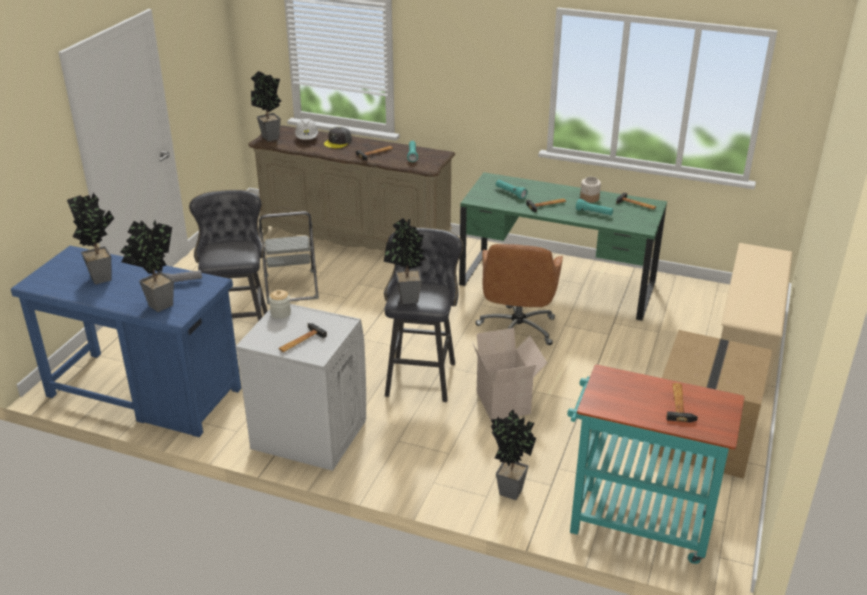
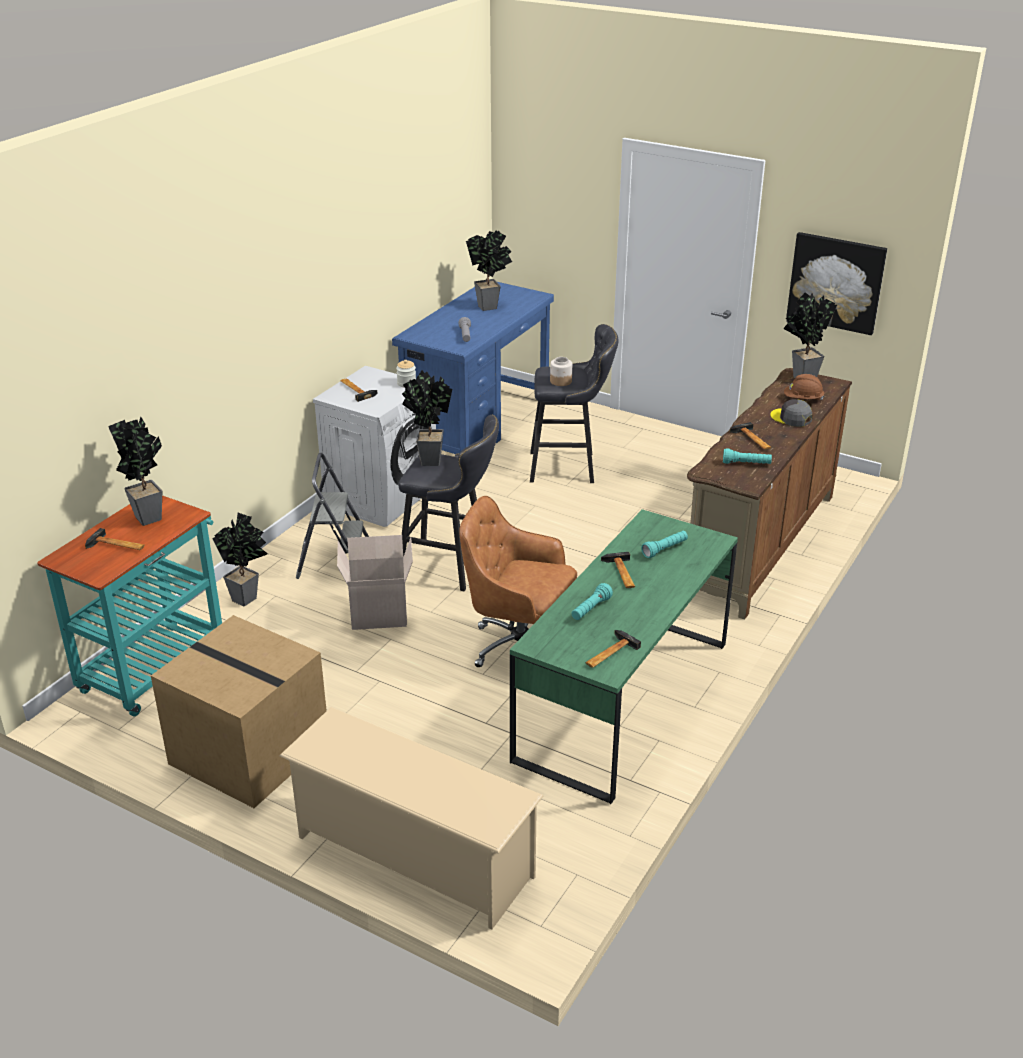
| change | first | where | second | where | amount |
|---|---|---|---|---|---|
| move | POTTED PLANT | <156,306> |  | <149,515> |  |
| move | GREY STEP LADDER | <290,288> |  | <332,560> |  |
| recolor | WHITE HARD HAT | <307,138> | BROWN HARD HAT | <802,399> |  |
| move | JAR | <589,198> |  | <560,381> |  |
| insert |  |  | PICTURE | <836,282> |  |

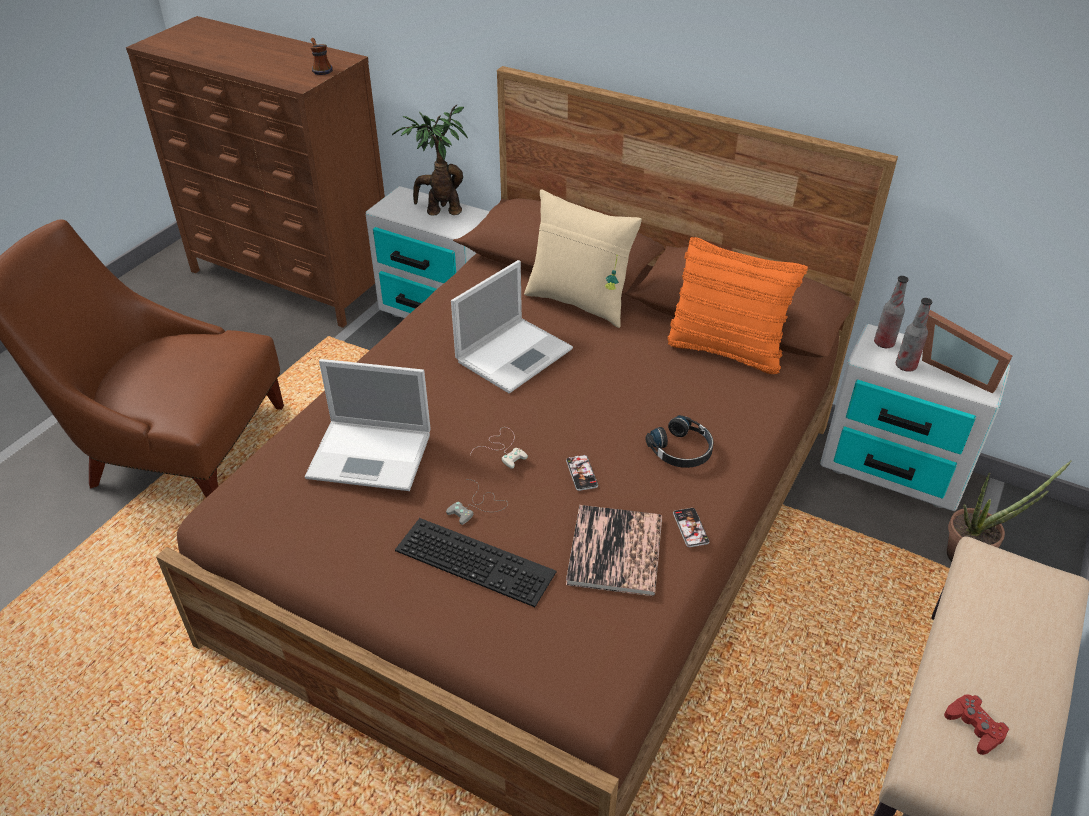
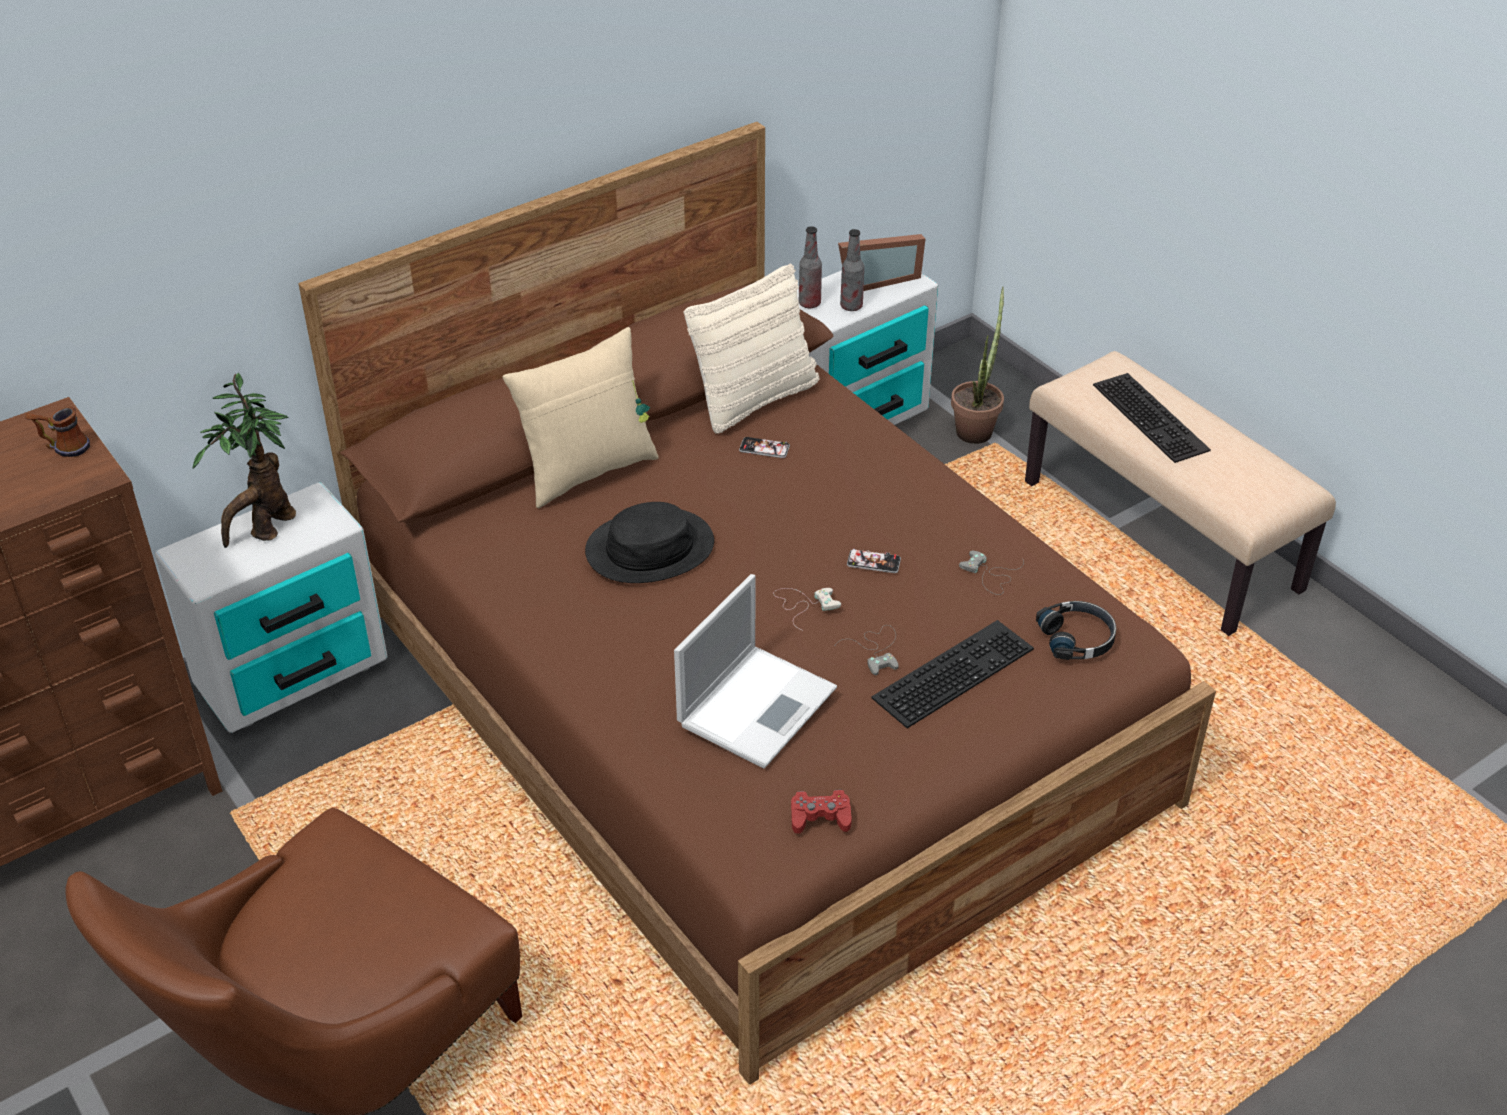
| change | first | where | second | where | amount |
|---|---|---|---|---|---|
| replace | LAPTOP | <515,354> | BLACK HAT | <649,548> |  |
| replace | BOOK | <615,551> | GREY GAME CONTROLLER | <990,575> |  |
| move | BLACK HEADPHONES | <681,450> |  | <1077,638> |  |
| recolor | ORANGE PILLOW | <727,351> | BEIGE PILLOW | <753,400> |  |
| move | PHONE | <690,528> |  | <764,448> |  |
| move | RED GAME CONTROLLER | <974,727> |  | <820,817> |  |
| insert |  |  | KEYBOARD | <1153,417> |  |

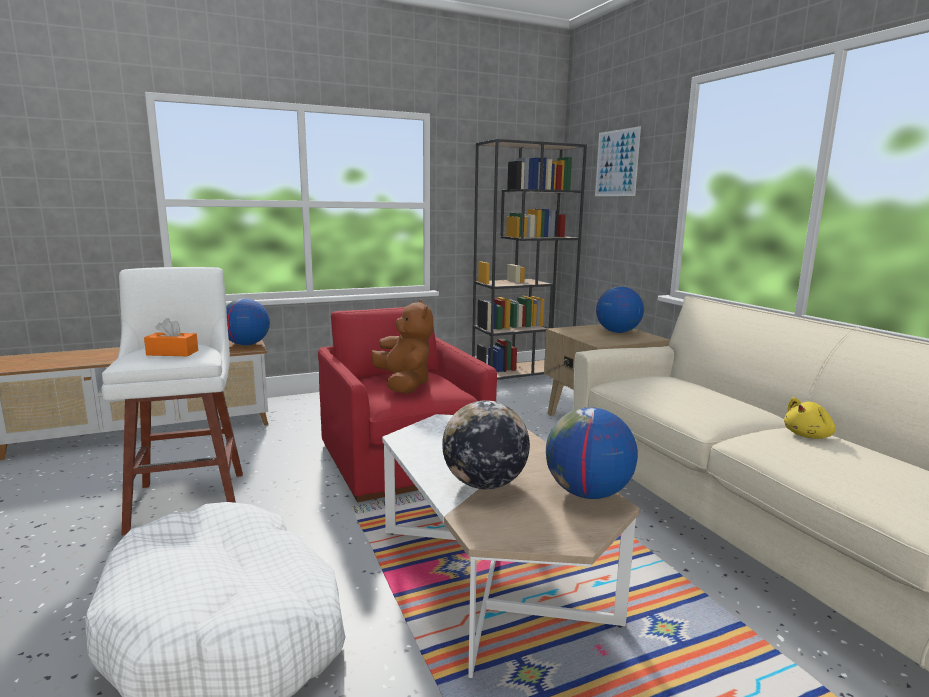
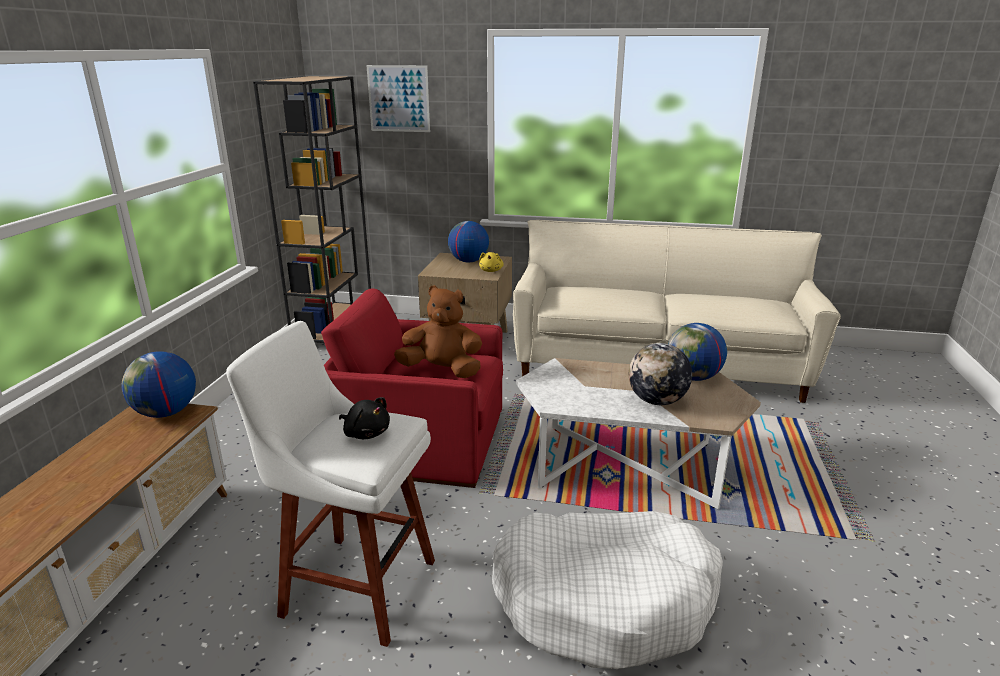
| change | first | where | second | where | amount |
|---|---|---|---|---|---|
| replace | ORANGE TISSUE BOX | <172,353> | BLACK PLUSH TOY | <366,433> |  |
| move | YELLOW PLUSH TOY | <809,436> |  | <491,270> |  |

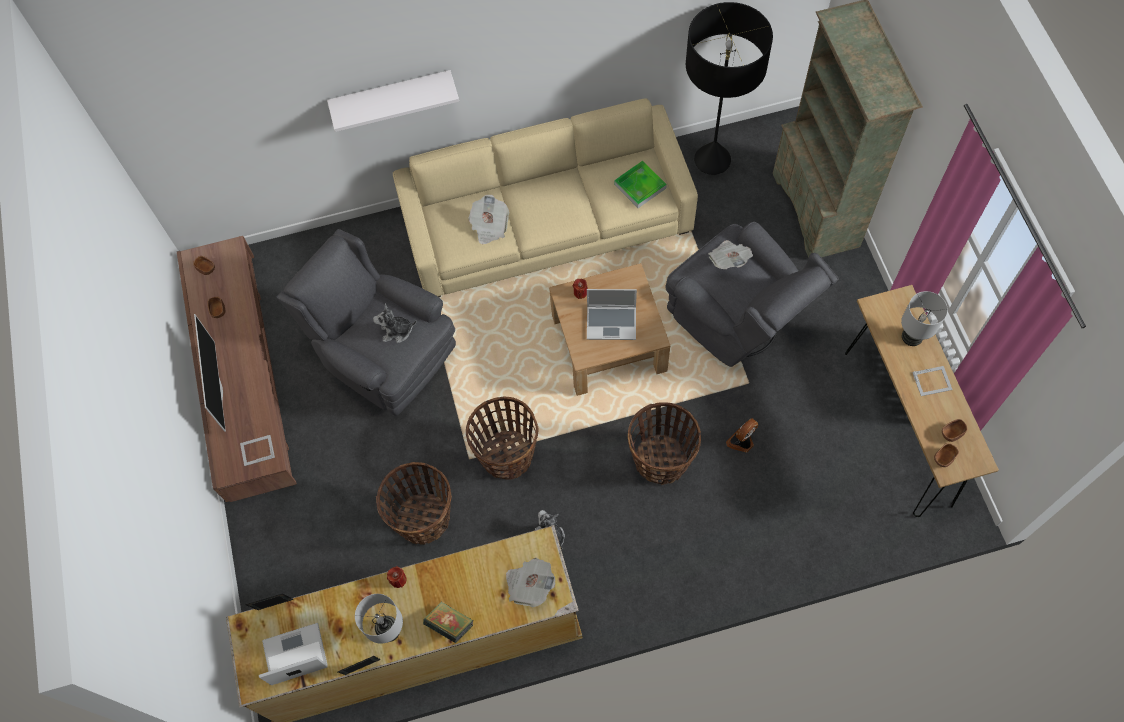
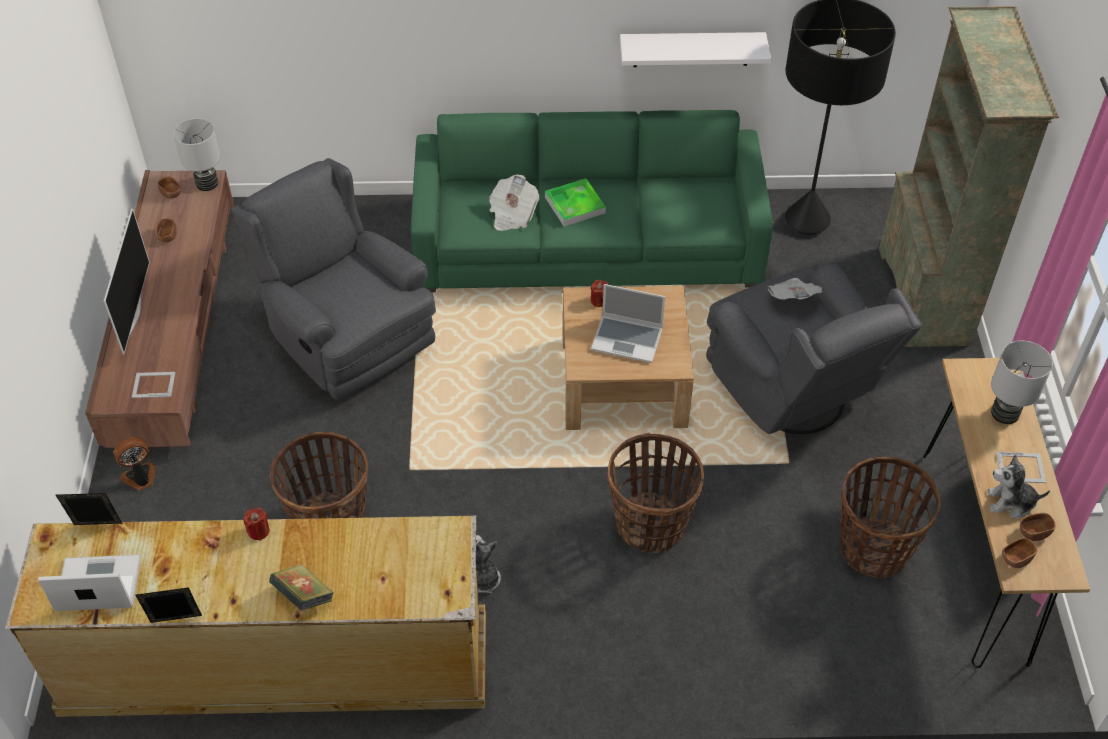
| change | first | where | second | where | amount |
|---|---|---|---|---|---|
| move | WHITE SHELF | <391,95> |  | <691,49> |  |
| move | GREY TABLE LAMP | <388,630> |  | <207,183> |  |
| move | PLUSH TOY | <397,331> |  | <1010,503> |  |
| recolor | BEIGE SOFA | <547,222> | GREEN SOFA | <588,243> |  |
| move | BASKET | <507,455> |  | <873,548> |  |
| delete | NEWSPAPER | <529,585> |  |  |  |
| move | TRAY | <640,186> |  | <575,205> |  |
| move | FAN | <741,442> |  | <140,478> |  |

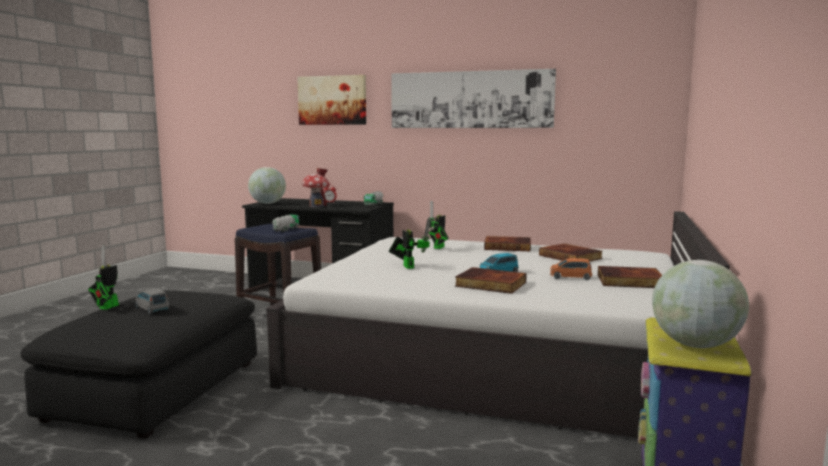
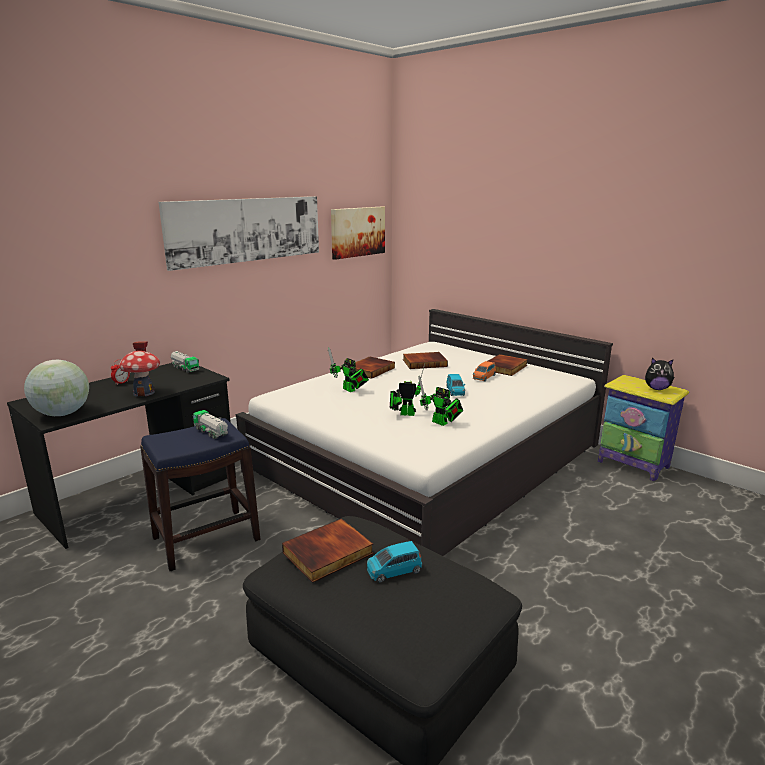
| change | first | where | second | where | amount |
|---|---|---|---|---|---|
| move | TOY ROBOT | <106,307> |  | <441,423> |  |
| recolor | GREY TOY CAR | <151,309> | BLUE TOY CAR | <394,571> |  |
| move | PICTURE | <332,100> |  | <357,232> |  |
| move | BOOK | <490,284> |  | <328,554> |  |
| replace | GLOBE | <695,345> | PLUSH TOY | <657,389> |  |

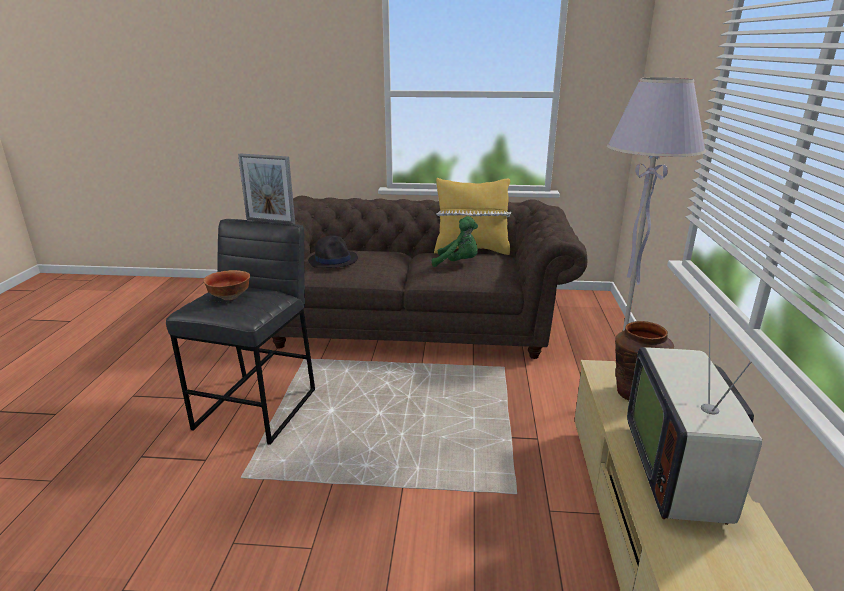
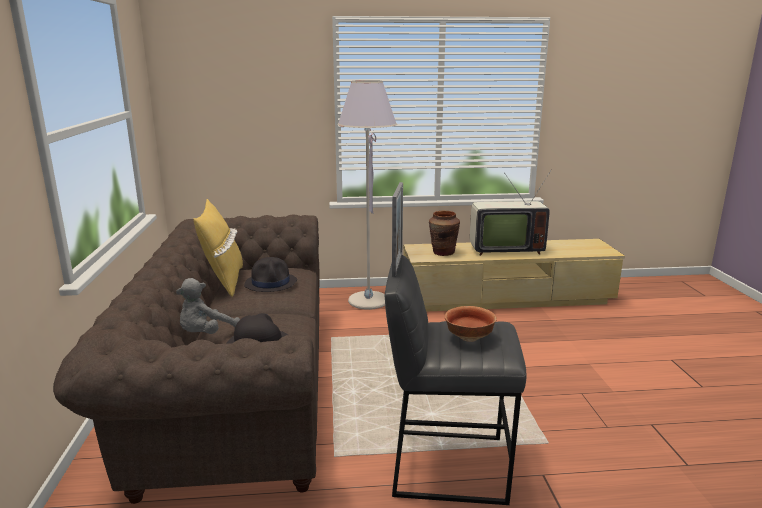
| change | first | where | second | where | amount |
|---|---|---|---|---|---|
| replace | GREEN PLUSH TOY | <458,263> | BLACK HAT | <271,283> |  |
| insert |  |  | GREY PLUSH TOY | <206,334> |  |

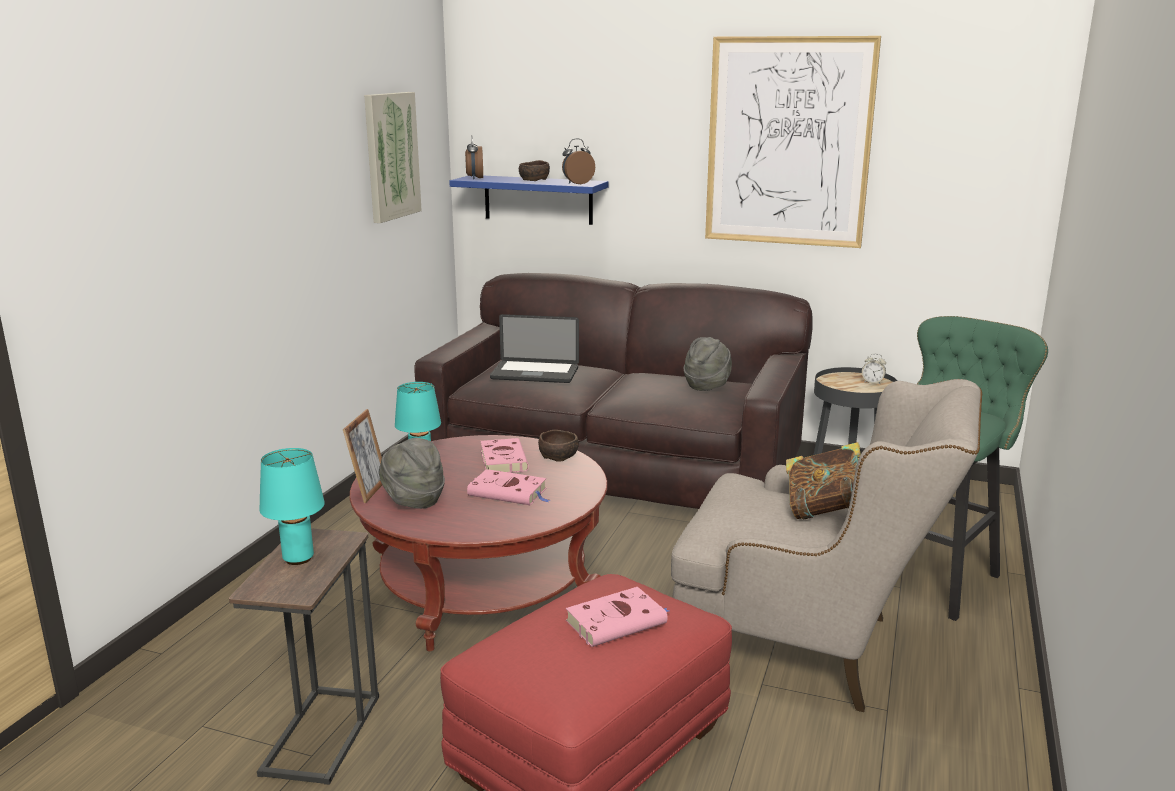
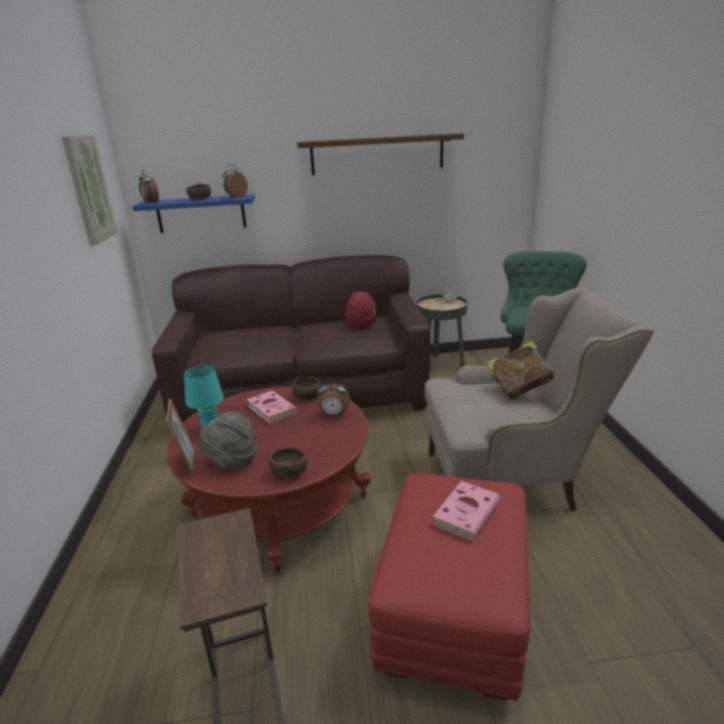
| change | first | where | second | where | amount |
|---|---|---|---|---|---|
| delete | TURQUOISE TABLE LAMP | <297,559> |  |  |  |
| delete | PINK BOOK | <509,493> |  |  |  |
| delete | LAPTOP | <535,373> |  |  |  |
| recolor | GREY HAT | <707,385> | RED HAT | <361,323> |  |
| replace | PICTURE | <788,142> | SHELF | <377,154> |  |
| insert |  |  | BROWN BOWL | <289,472> |  |
| insert |  |  | ALARM CLOCK | <334,415> |  |

